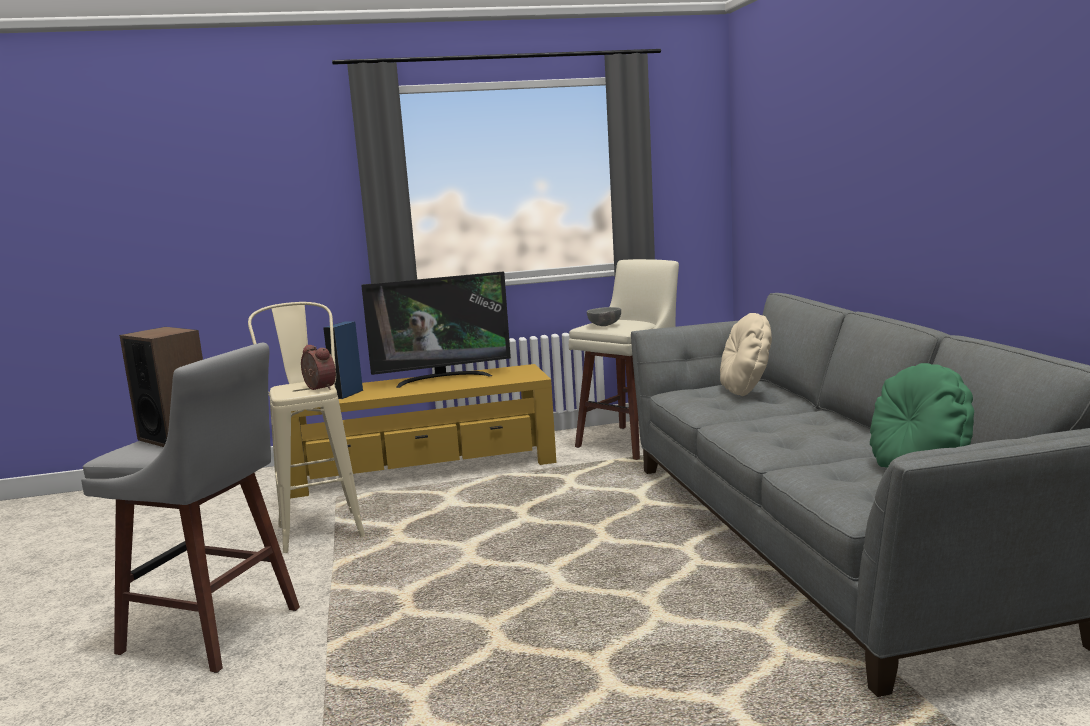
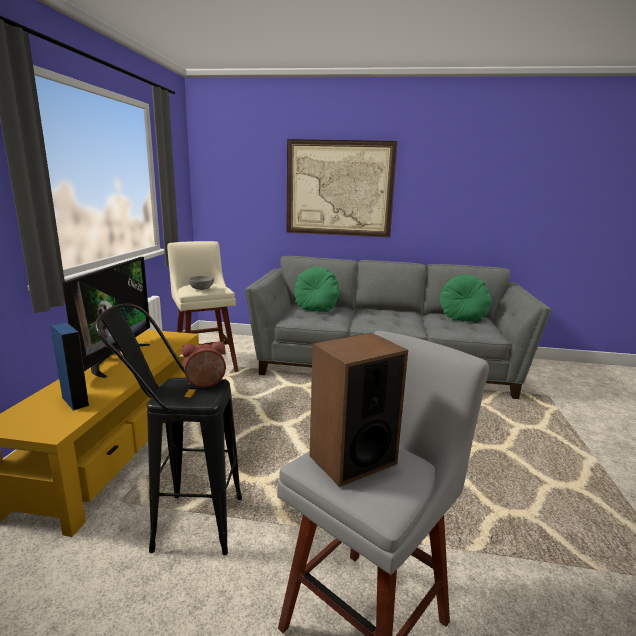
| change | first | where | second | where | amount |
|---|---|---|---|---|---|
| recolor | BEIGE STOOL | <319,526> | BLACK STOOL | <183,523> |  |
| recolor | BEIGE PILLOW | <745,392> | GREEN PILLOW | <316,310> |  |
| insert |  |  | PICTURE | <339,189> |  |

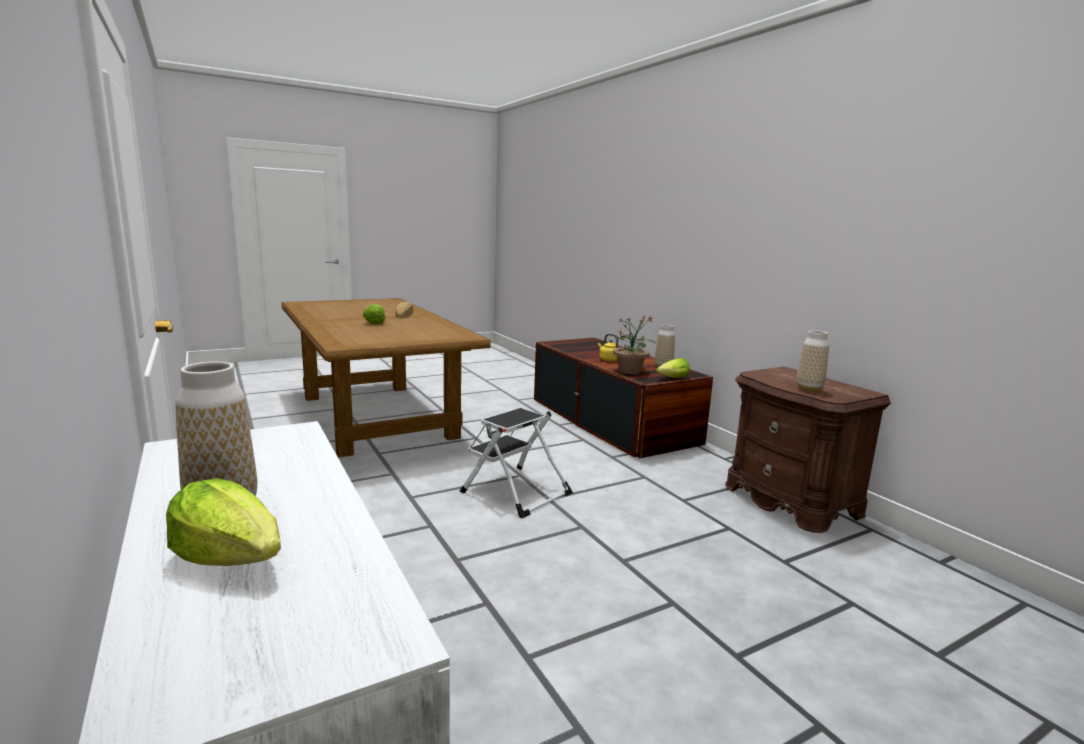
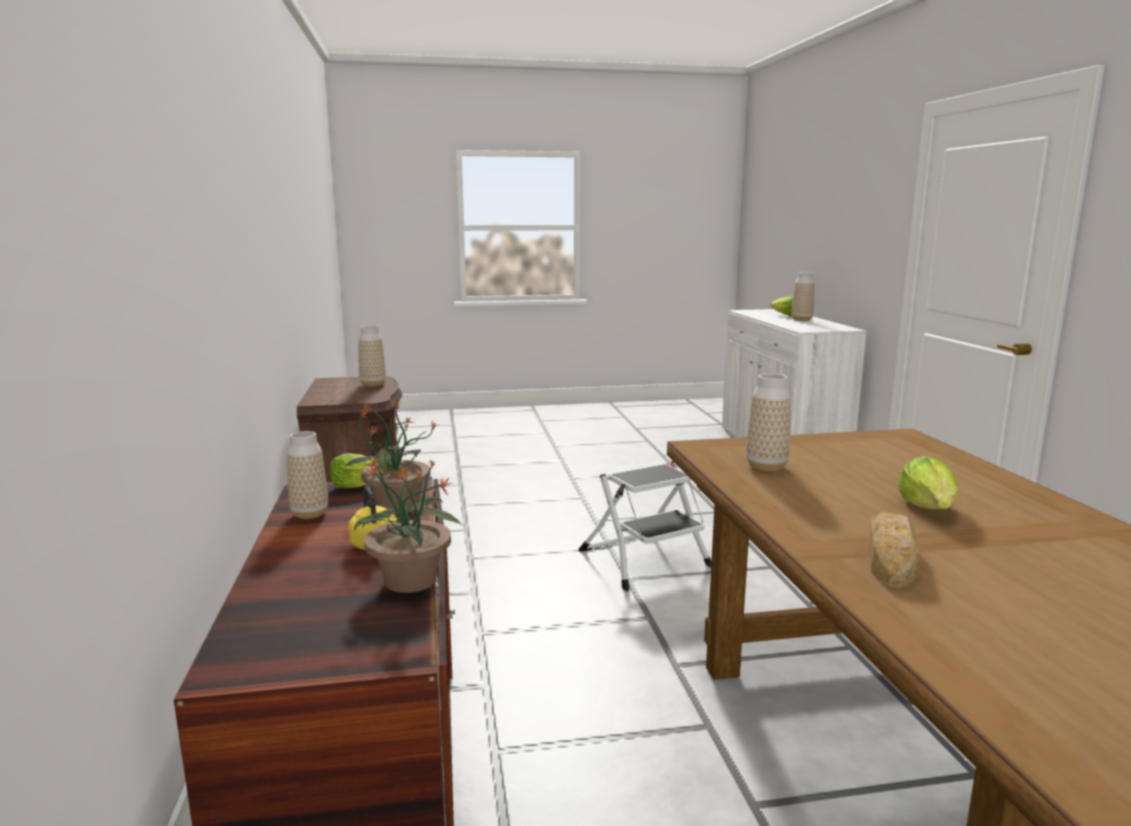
| change | first | where | second | where | amount |
|---|---|---|---|---|---|
| insert |  |  | POTTED PLANT | <410,582> |  |
| insert |  |  | VASE | <766,467> |  |

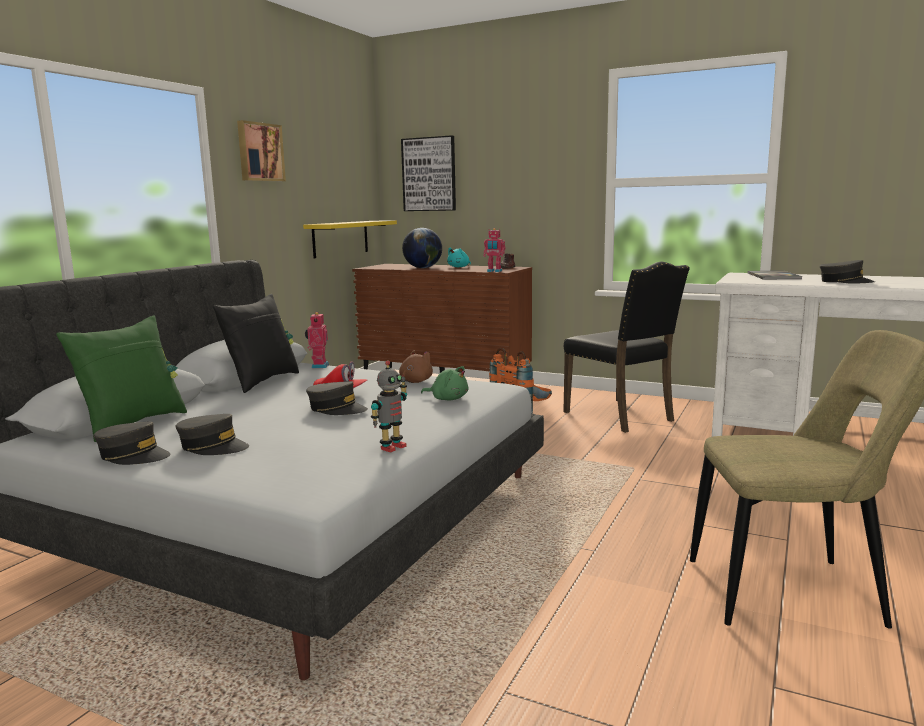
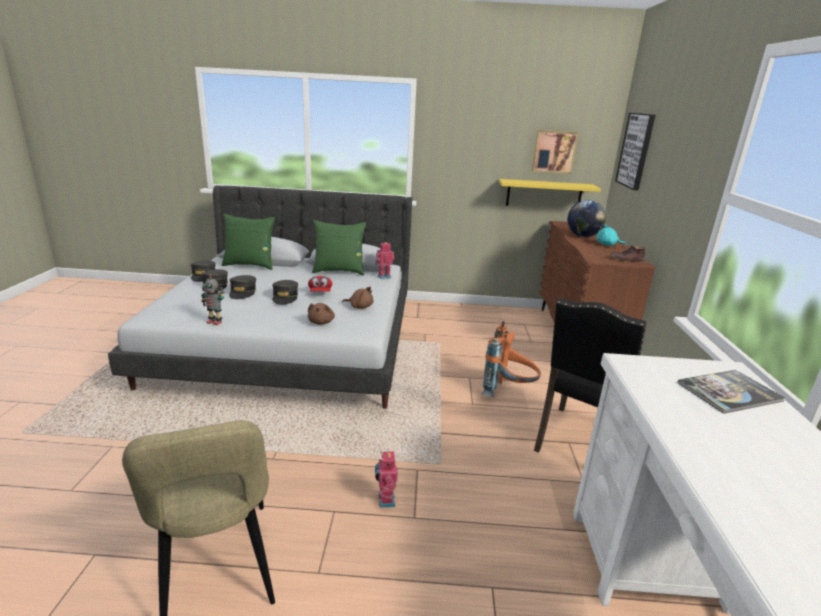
| change | first | where | second | where | amount |
|---|---|---|---|---|---|
| recolor | BLACK PILLOW | <262,382> | GREEN PILLOW | <339,271> |  |
| move | PICTURE | <259,152> |  | <554,151> |  |
| recolor | GREEN PLUSH TOY | <448,399> | BROWN PLUSH TOY | <321,322> |  |
| move | TOY ROBOT | <494,271> |  | <385,500> |  |
| move | GREY CAP | <845,281> |  | <242,292> |  |

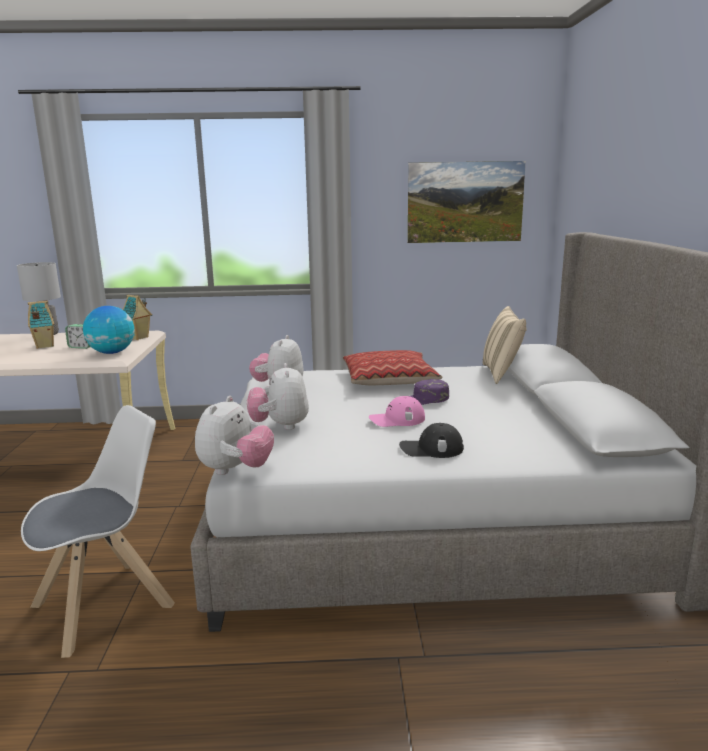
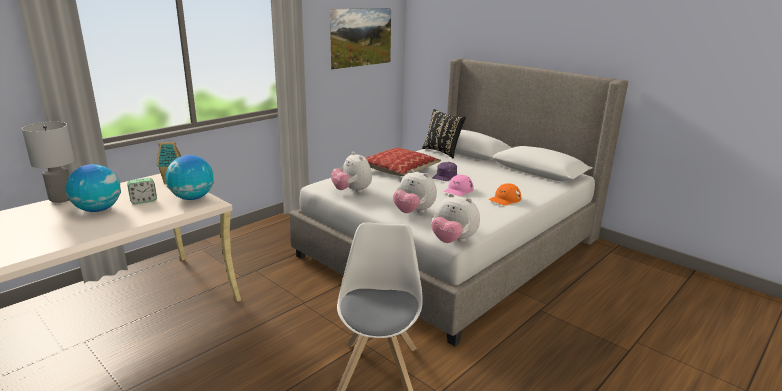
| change | first | where | second | where | amount |
|---|---|---|---|---|---|
| replace | TOY HOUSE | <44,346> | GLOBE | <98,210> |  |
| rotate | PLUSH TOY | <235,470> |  | <453,241> | 150 degrees clockwise |
| recolor | BLACK CAP | <431,448> | ORANGE CAP | <504,199> |  |
| recolor | BEIGE PILLOW | <502,373> | BLACK PILLOW | <442,152> |  |

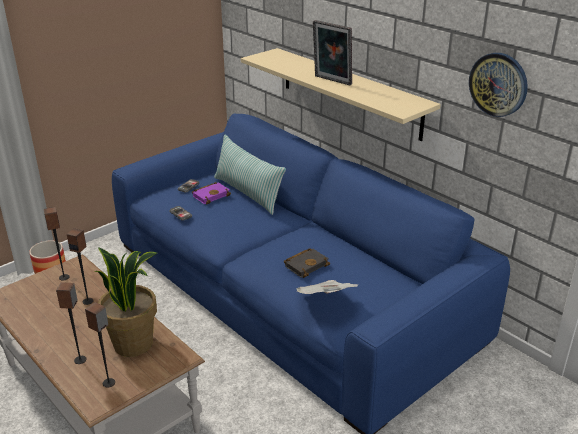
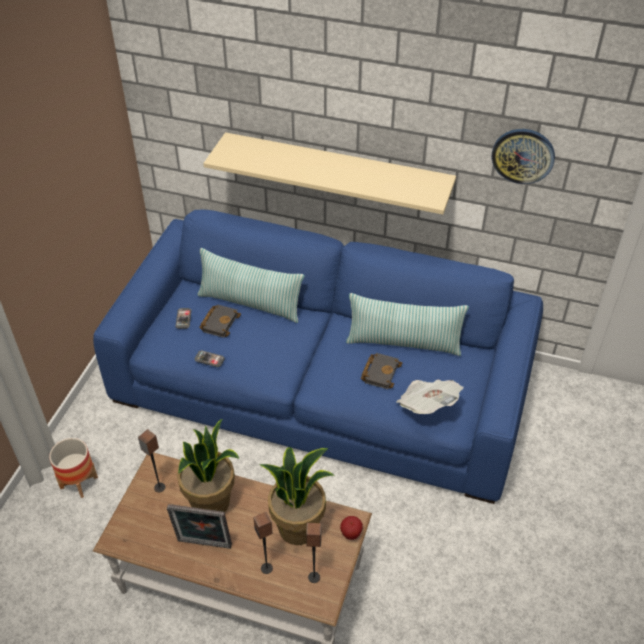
| change | first | where | second | where | amount |
|---|---|---|---|---|---|
| replace | SPEAKER | <88,301> | POTTED PLANT | <211,503> |  |
| recolor | PURPLE BOOK | <211,195> | BLACK BOOK | <219,322> |  |
| move | PICTURE FRAME | <331,81> |  | <204,546> |  |
| insert |  |  | APPLE | <351,534> |  |
| insert |  |  | PILLOW | <404,343> |  |

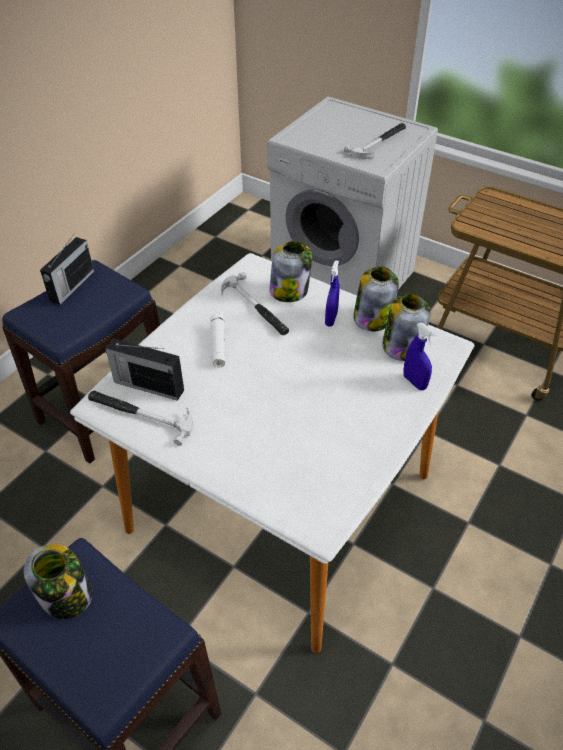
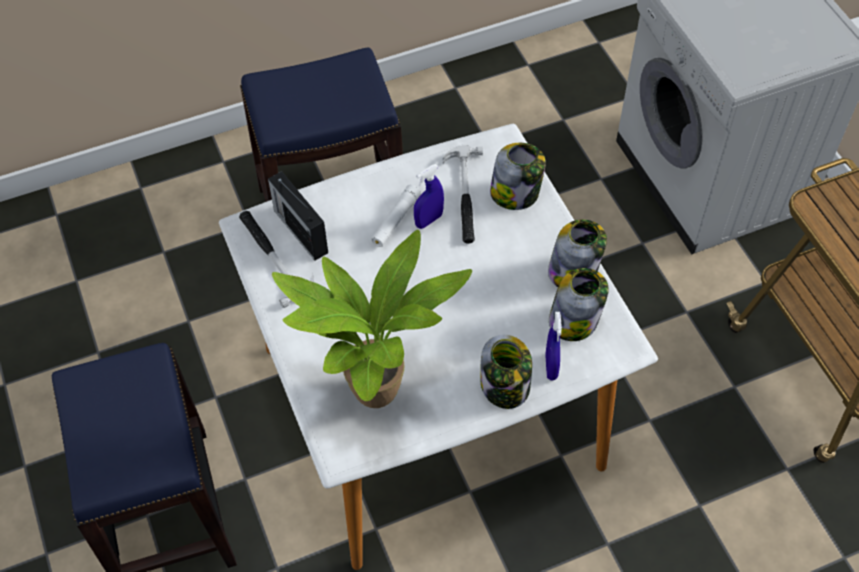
| change | first | where | second | where | amount |
|---|---|---|---|---|---|
| move | JAR | <67,596> |  | <505,387> |  |
| delete | RADIO | <71,286> |  |  |  |
| move | BLUE SPRAY BOTTLE | <331,319> |  | <429,220> |  |
| delete | HAMMER | <379,143> |  |  |  |
| insert |  |  | POTTED PLANT | <378,399> |  |

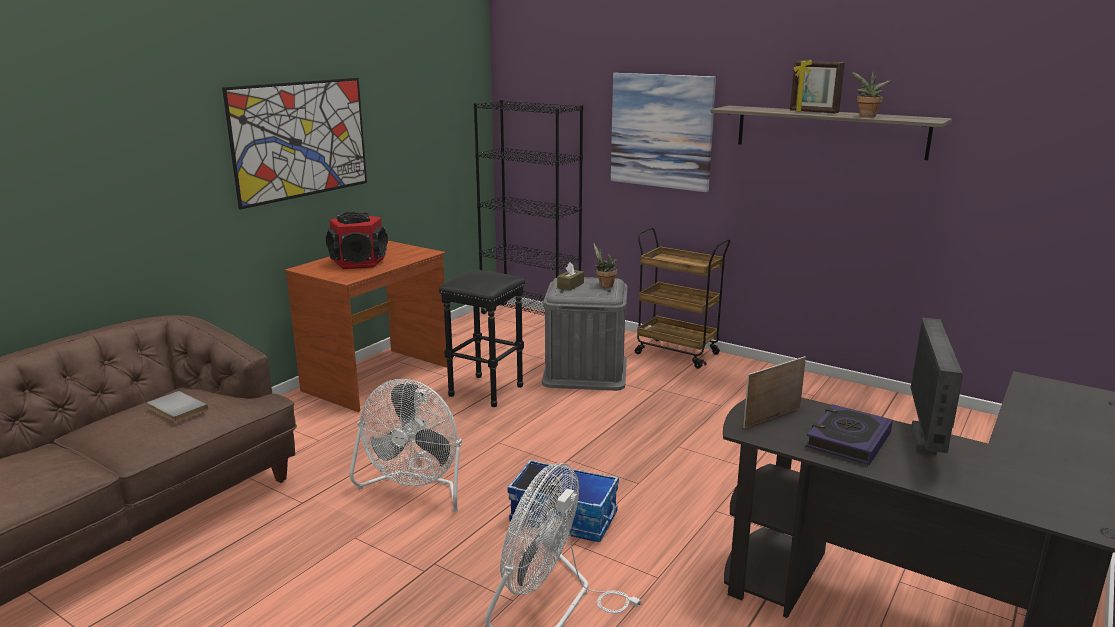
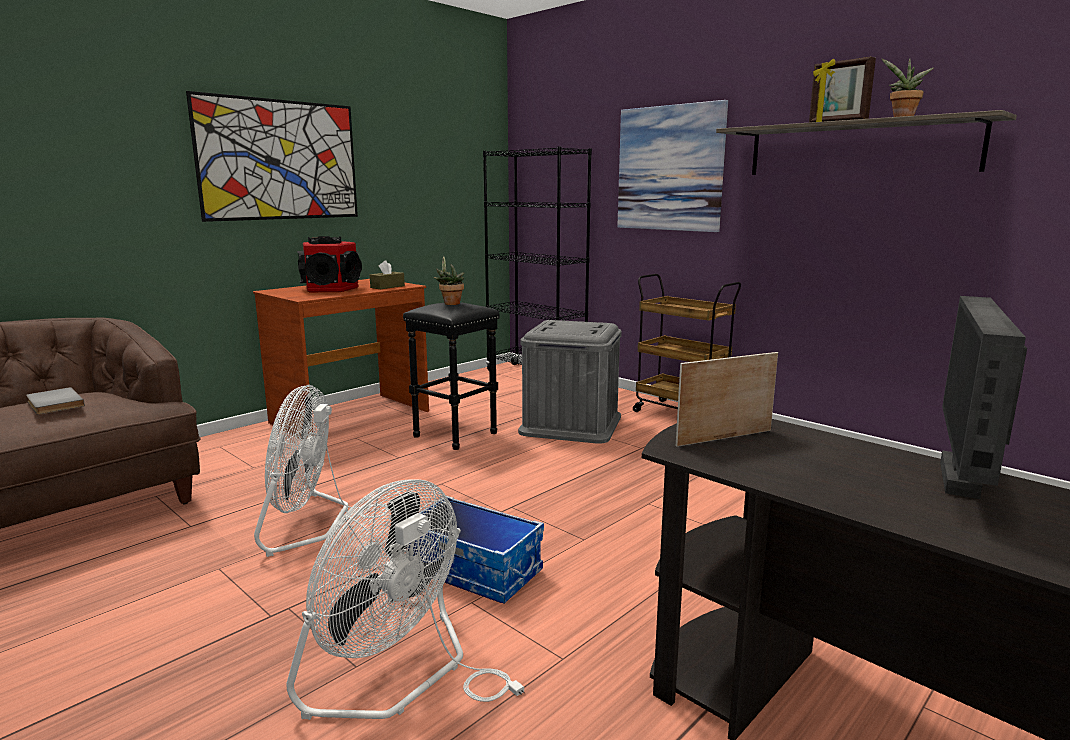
| change | first | where | second | where | amount |
|---|---|---|---|---|---|
| rotate | WHITE FAN | <414,487> |  | <321,520> | 60 degrees clockwise |
| move | BROWN TISSUE BOX | <570,285> |  | <387,287> |  |
| move | POTTED PLANT | <604,285> |  | <450,303> |  |
| delete | BOOK | <848,440> |  |  |  |

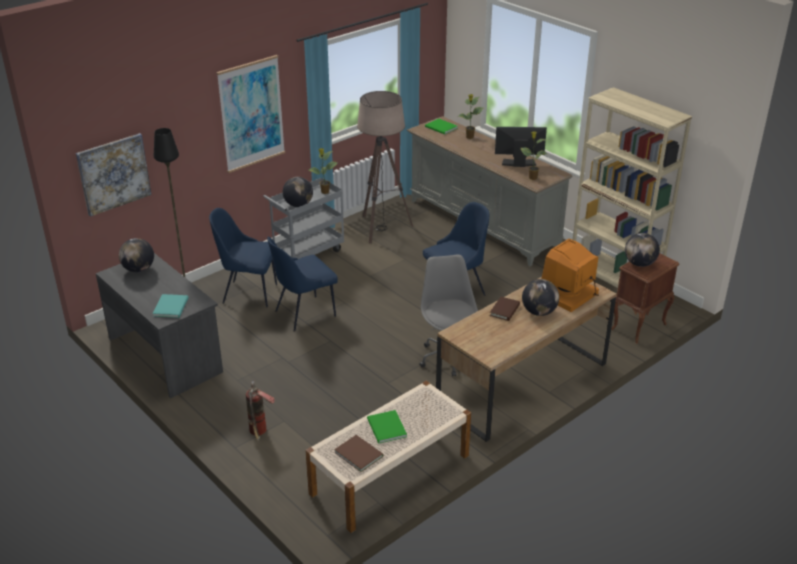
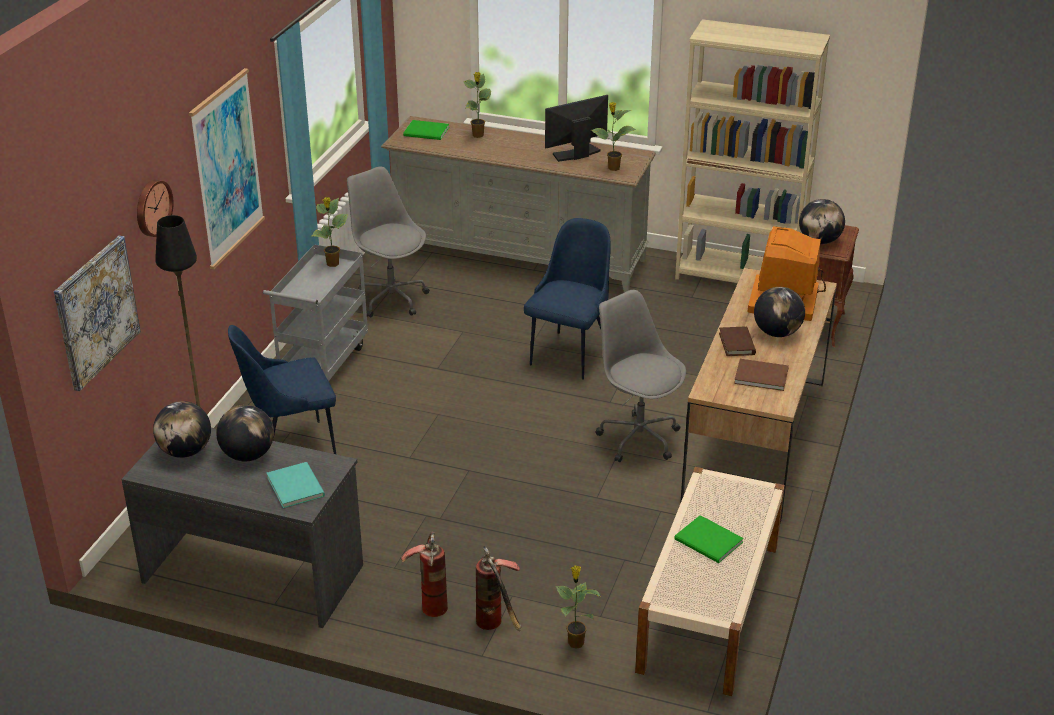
| change | first | where | second | where | amount |
|---|---|---|---|---|---|
| delete | BLUE CHAIR | <305,314> |  |  |  |
| move | GLOBE | <298,205> |  | <248,455> |  |
| move | BROWN BOOK | <358,453> |  | <759,375> |  |
| replace | FLOOR LAMP | <382,228> | GREY OFFICE CHAIR | <390,299> |  |
| insert |  |  | WALL CLOCK | <152,207> |  |
| insert |  |  | FIRE EXTINGUISHER | <430,602> |  |
| insert |  |  | POTTED PLANT | <575,642> |  |

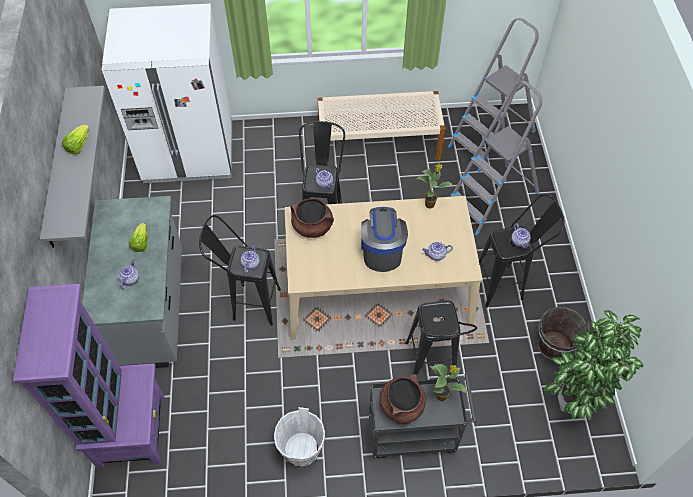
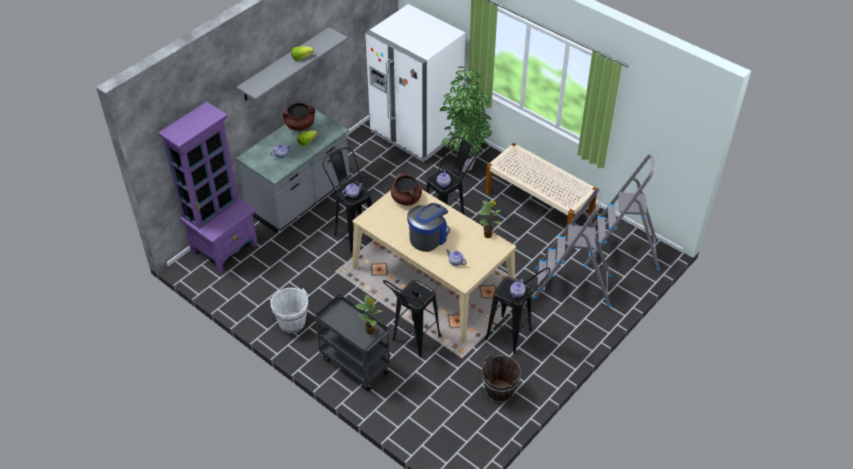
| change | first | where | second | where | amount |
|---|---|---|---|---|---|
| move | BROWN COOKING POT | <401,405> |  | <300,125> |  |
| move | POTTED PLANT | <569,407> |  | <464,167> |  |

